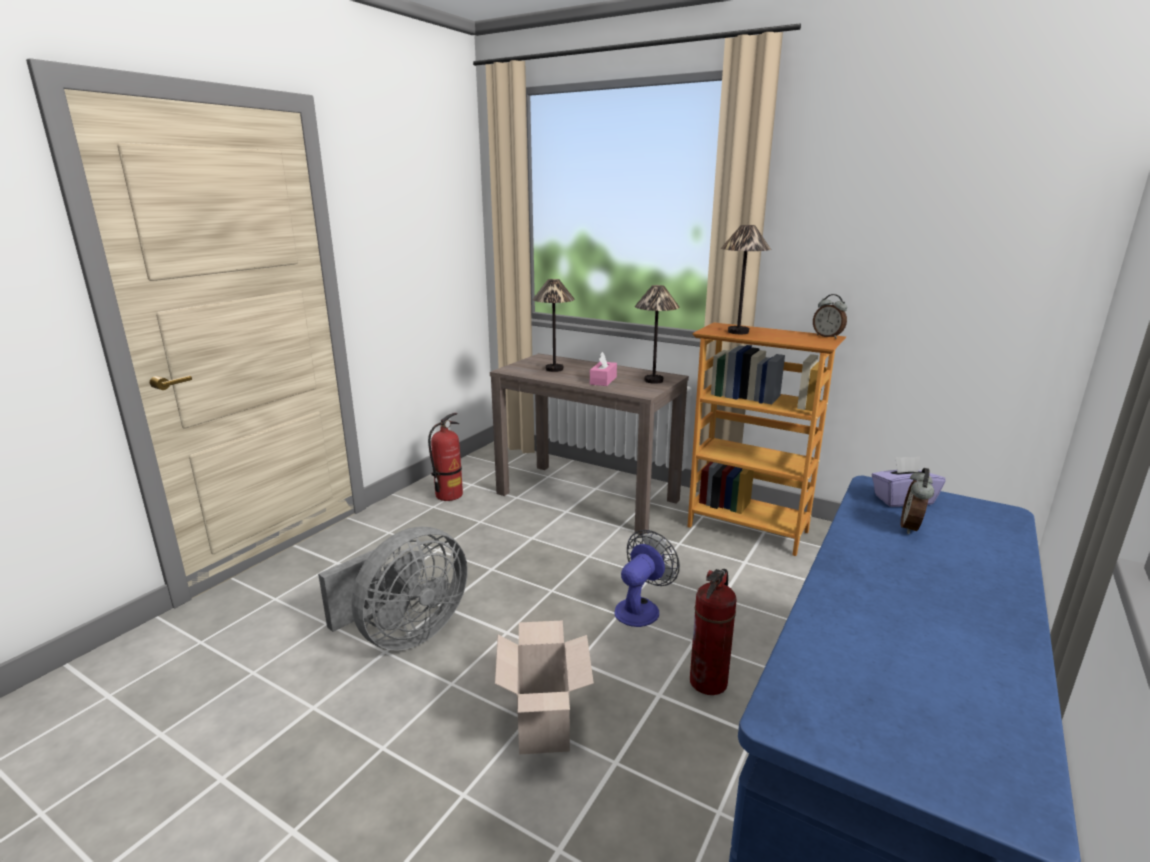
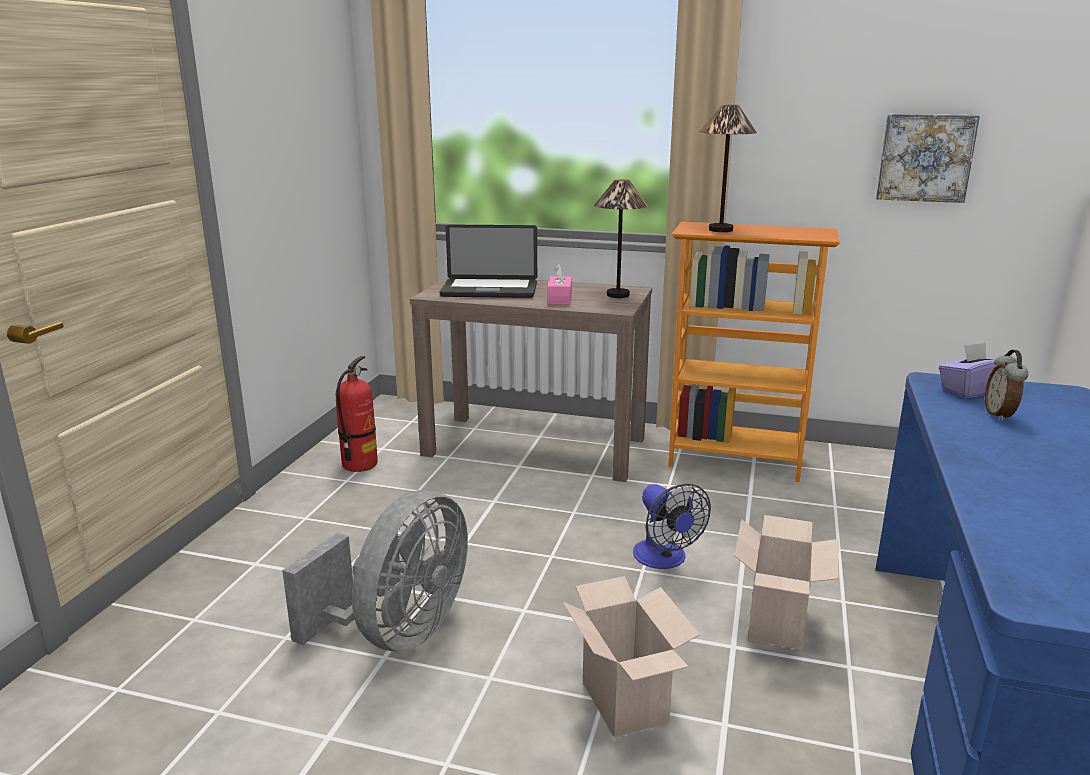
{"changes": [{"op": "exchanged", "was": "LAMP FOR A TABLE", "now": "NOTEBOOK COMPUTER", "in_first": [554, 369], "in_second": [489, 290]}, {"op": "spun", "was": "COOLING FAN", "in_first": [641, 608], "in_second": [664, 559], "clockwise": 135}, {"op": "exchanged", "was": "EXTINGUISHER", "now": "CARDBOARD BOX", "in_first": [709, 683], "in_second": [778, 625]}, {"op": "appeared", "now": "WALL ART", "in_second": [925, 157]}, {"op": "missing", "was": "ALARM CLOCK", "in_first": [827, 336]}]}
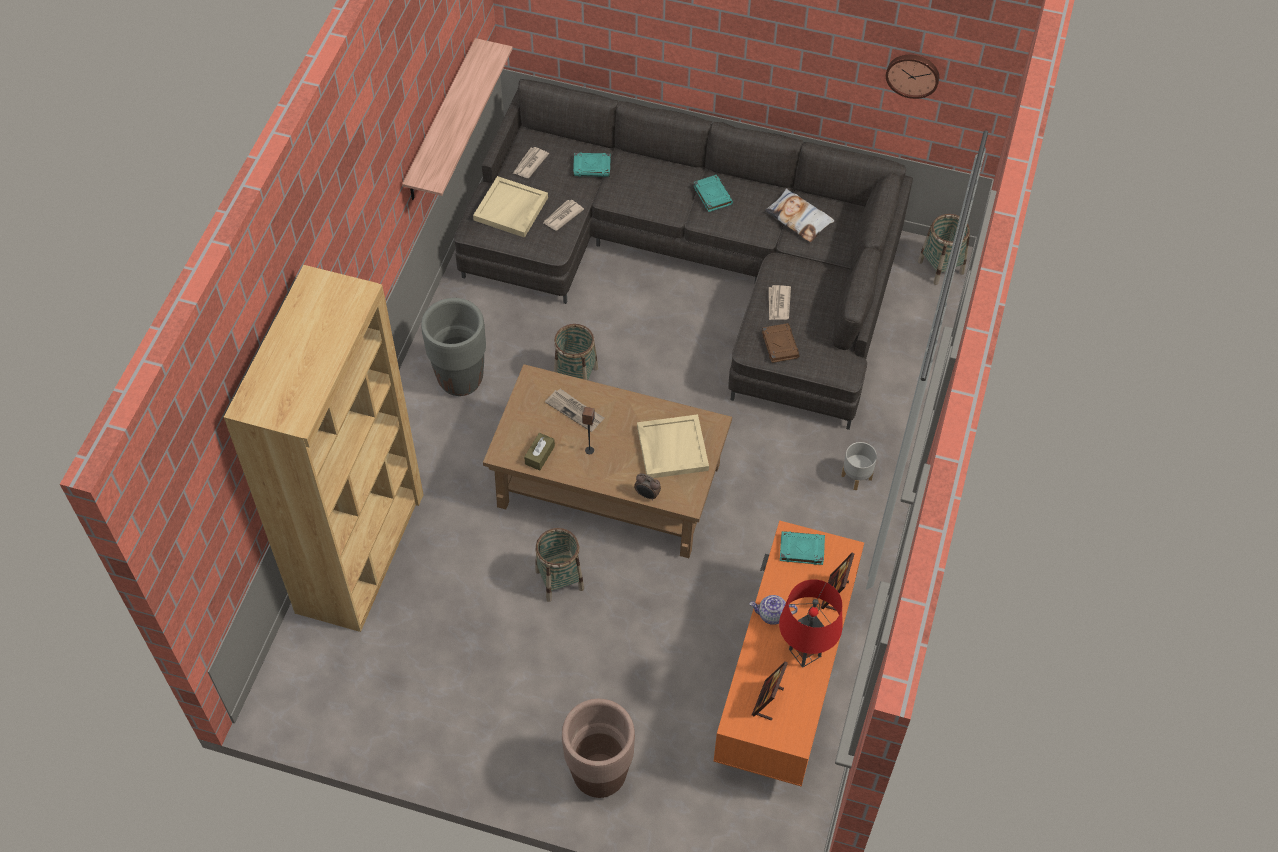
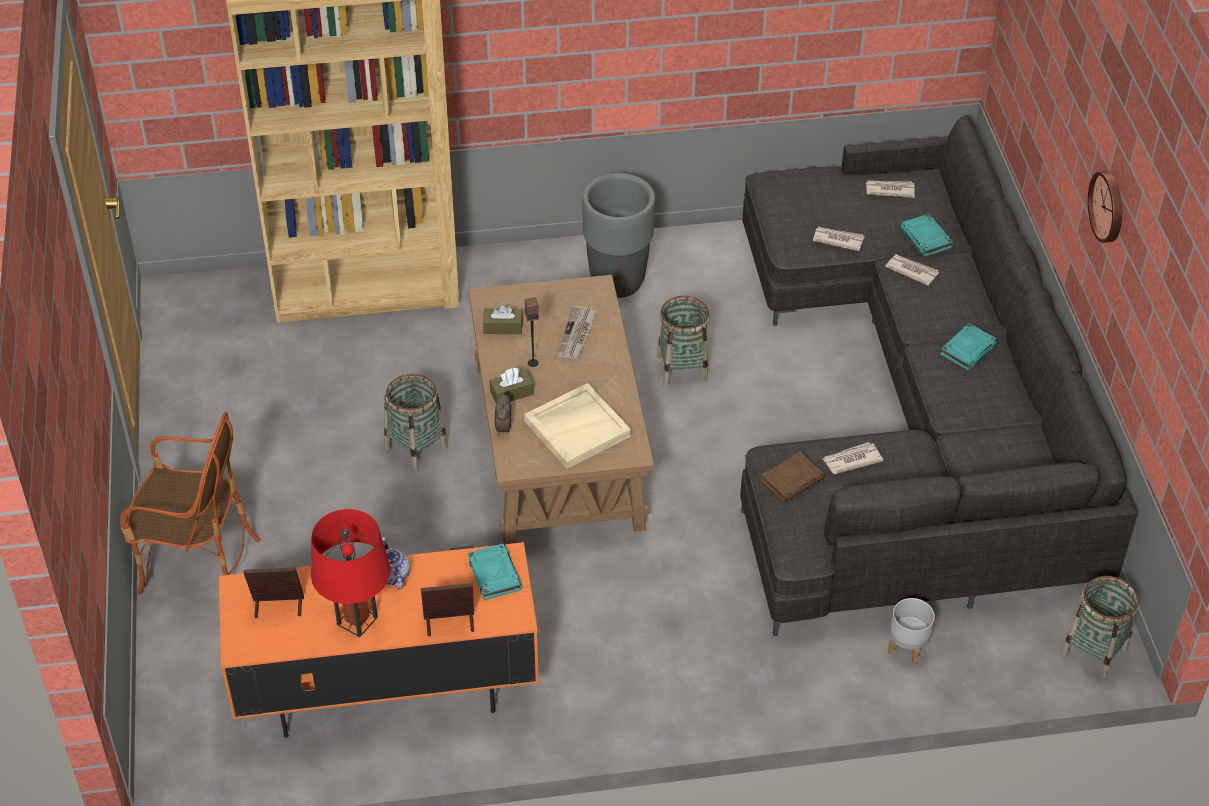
{"changes": [{"op": "exchanged", "was": "BROWN-COLOURED PLANT POT", "now": "ARMCHAIR", "in_first": [600, 775], "in_second": [198, 563]}, {"op": "appeared", "now": "BROWN-COLOURED TISSUE HOLDER", "in_second": [511, 393]}, {"op": "appeared", "now": "PRINTED PAPER", "in_second": [911, 270]}, {"op": "relocated", "was": "GREYISH PLANT POT", "in_first": [856, 477], "in_second": [906, 647]}, {"op": "relocated", "was": "HANGING CLOCK", "in_first": [913, 74], "in_second": [1109, 206]}, {"op": "missing", "was": "SHELF", "in_first": [441, 122]}, {"op": "missing", "was": "BEIGE CARRYING TRAY", "in_first": [511, 209]}, {"op": "missing", "was": "PILLOW", "in_first": [799, 218]}]}
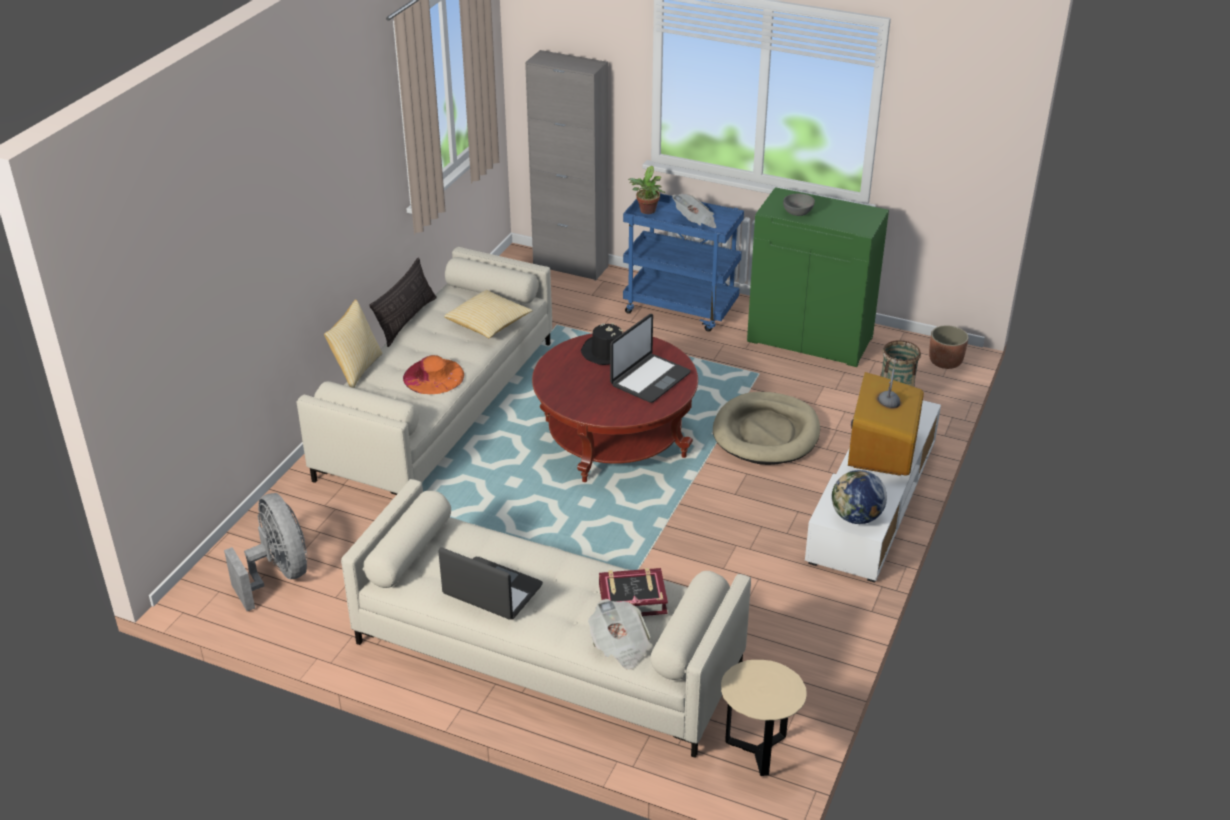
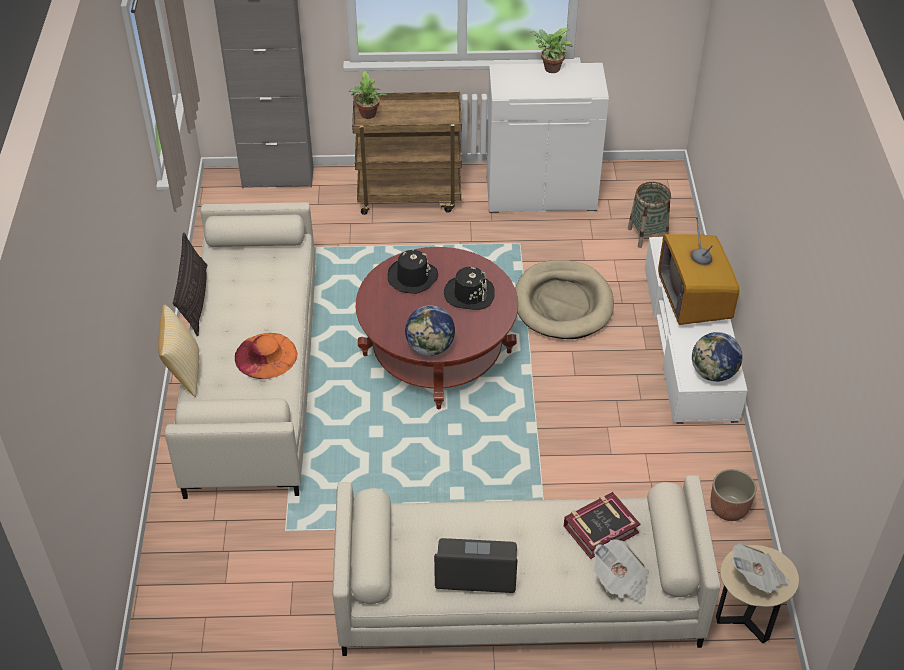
{"changes": [{"op": "colour", "was": "BLUE WHEELED CART", "now": "BROWN-COLOURED WHEELED CART", "in_first": [681, 309], "in_second": [410, 195]}, {"op": "appeared", "now": "GLOBE", "in_second": [430, 347]}, {"op": "exchanged", "was": "NOTEBOOK COMPUTER", "now": "BLACKISH HAT", "in_first": [649, 379], "in_second": [469, 294]}, {"op": "colour", "was": "GREENISH CABINET", "now": "WHITE CABINET", "in_first": [811, 339], "in_second": [541, 193]}, {"op": "appeared", "now": "POTTED PLANT", "in_second": [550, 69]}, {"op": "relocated", "was": "PLANT POT", "in_first": [945, 362], "in_second": [729, 508]}, {"op": "relocated", "was": "PRINTED PAPER", "in_first": [695, 222], "in_second": [757, 578]}, {"op": "missing", "was": "GREYISH COOLING FAN", "in_first": [278, 575]}, {"op": "missing", "was": "PILLOW", "in_first": [488, 324]}, {"op": "missing", "was": "GREYISH SERVING BOWL", "in_first": [798, 213]}]}
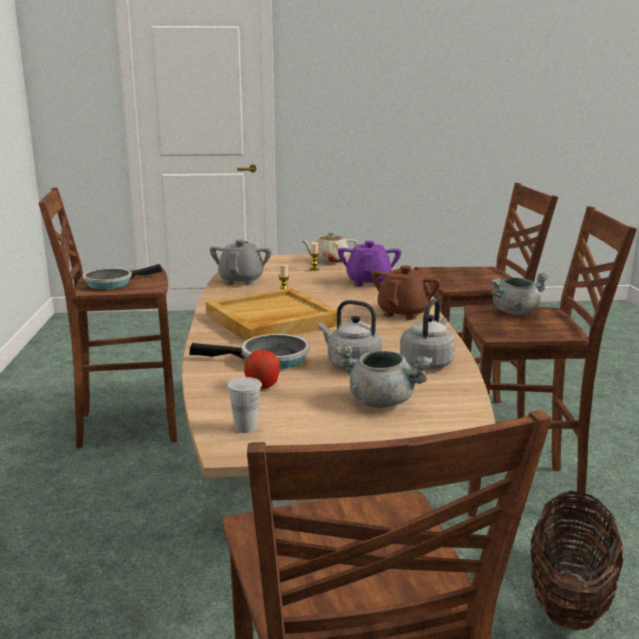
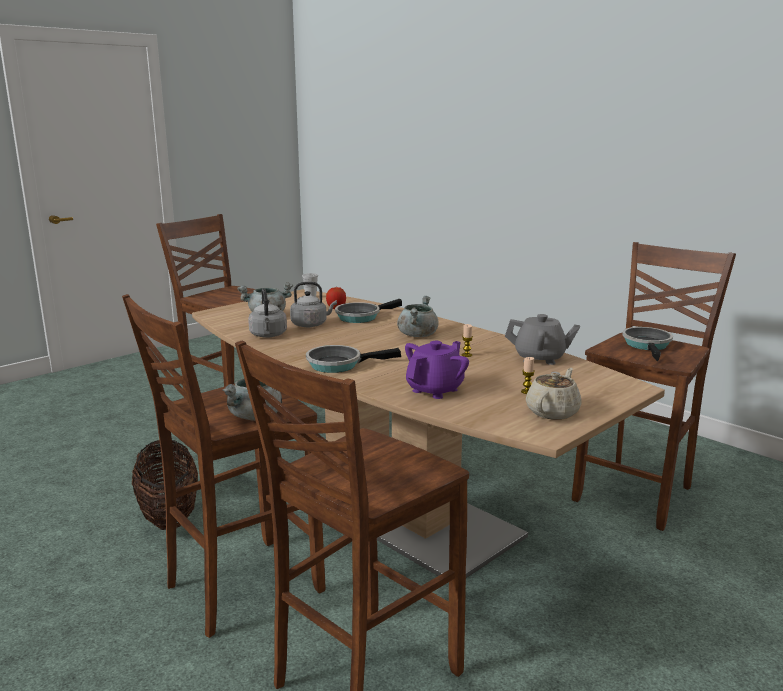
{"changes": [{"op": "exchanged", "was": "BROWN-COLOURED POT FOR TEA", "now": "PAN", "in_first": [404, 313], "in_second": [339, 364]}, {"op": "exchanged", "was": "BEIGE CARRYING TRAY", "now": "GREYISH SAUCEPOT", "in_first": [271, 320], "in_second": [417, 335]}, {"op": "spun", "was": "PURPLISH POT FOR TEA", "in_first": [368, 282], "in_second": [435, 390], "clockwise": -105}, {"op": "spun", "was": "GREYISH POT FOR TEA", "in_first": [241, 281], "in_second": [540, 358], "clockwise": -45}]}
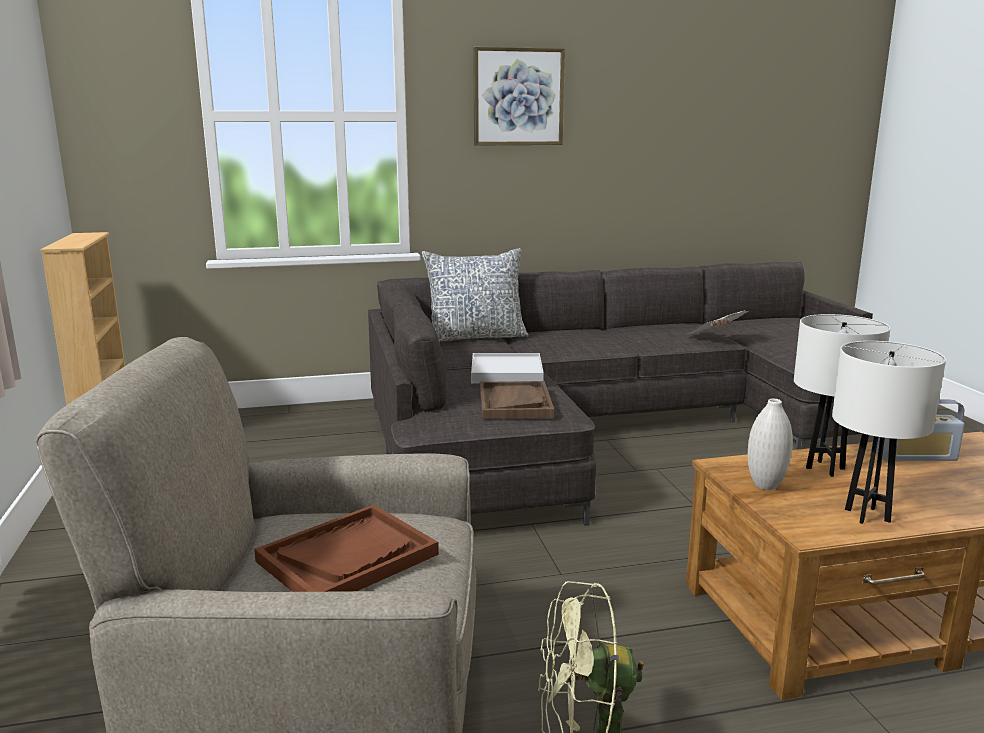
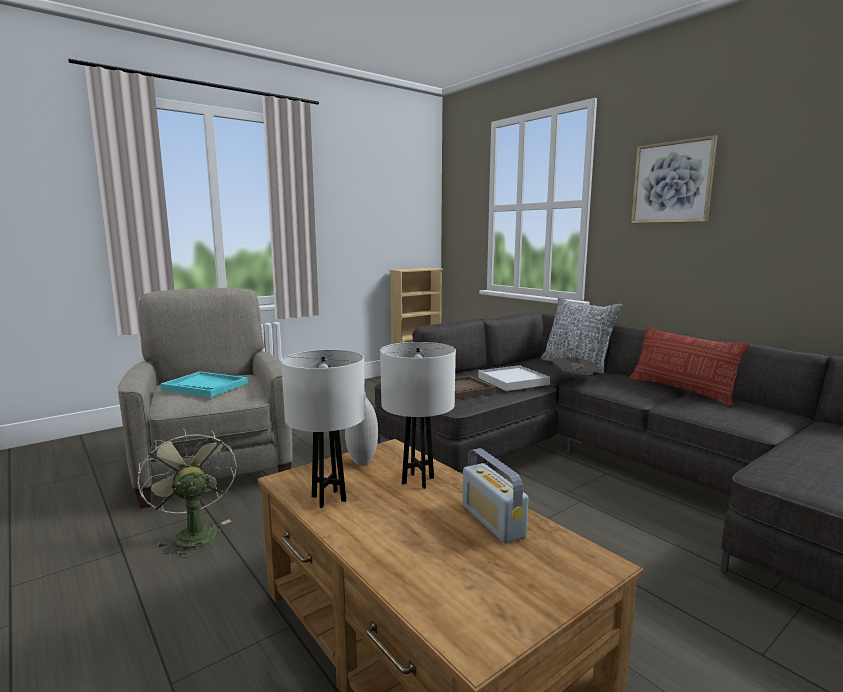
{"changes": [{"op": "colour", "was": "BROWN-COLOURED CARRYING TRAY", "now": "BLUE-GREEN CARRYING TRAY", "in_first": [348, 557], "in_second": [205, 386]}, {"op": "relocated", "was": "PRINTED PAPER", "in_first": [714, 338], "in_second": [576, 379]}, {"op": "appeared", "now": "PILLOW", "in_second": [681, 390]}]}
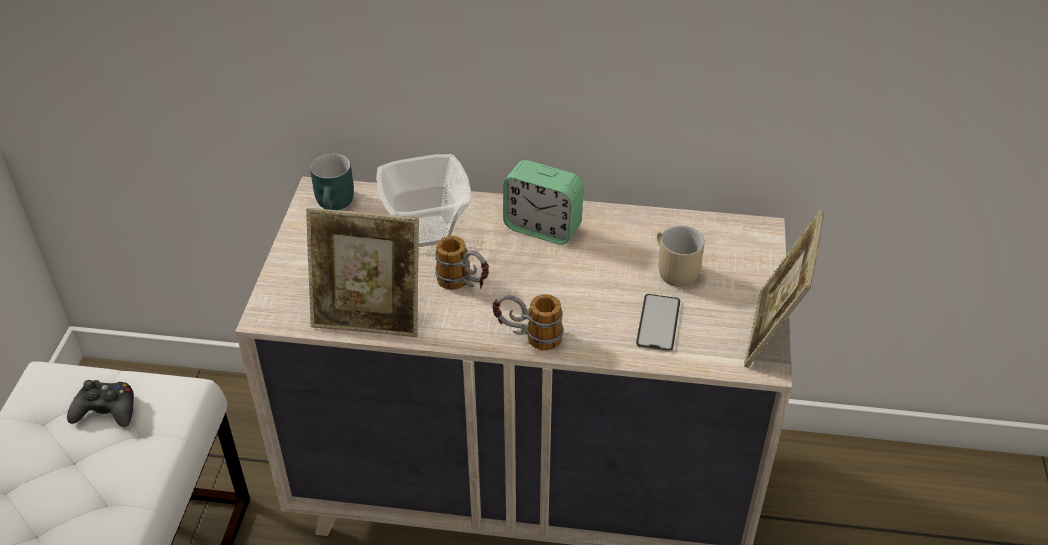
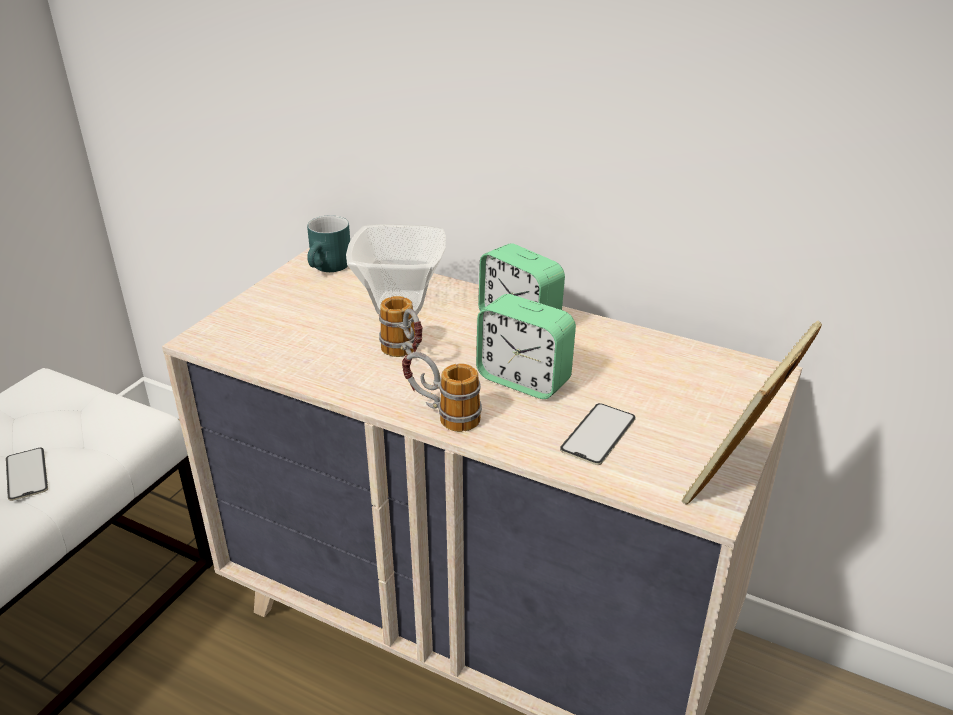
{"changes": [{"op": "appeared", "now": "TELEPHONE", "in_second": [26, 474]}, {"op": "appeared", "now": "ALARM CLOCK", "in_second": [523, 379]}, {"op": "missing", "was": "BLACKISH GAMEPAD", "in_first": [106, 410]}, {"op": "missing", "was": "PHOTO FRAME", "in_first": [369, 317]}, {"op": "missing", "was": "BEIGE COFFEE MUG", "in_first": [671, 271]}]}
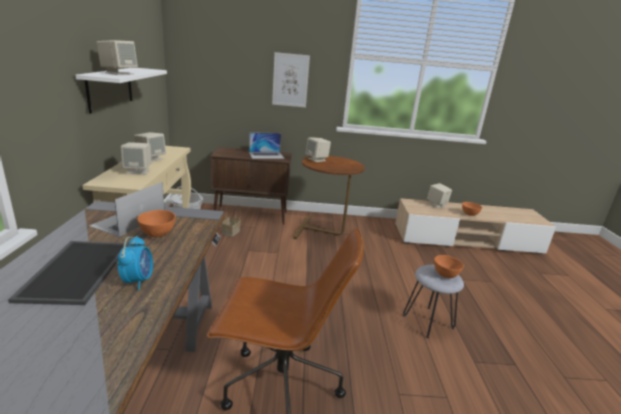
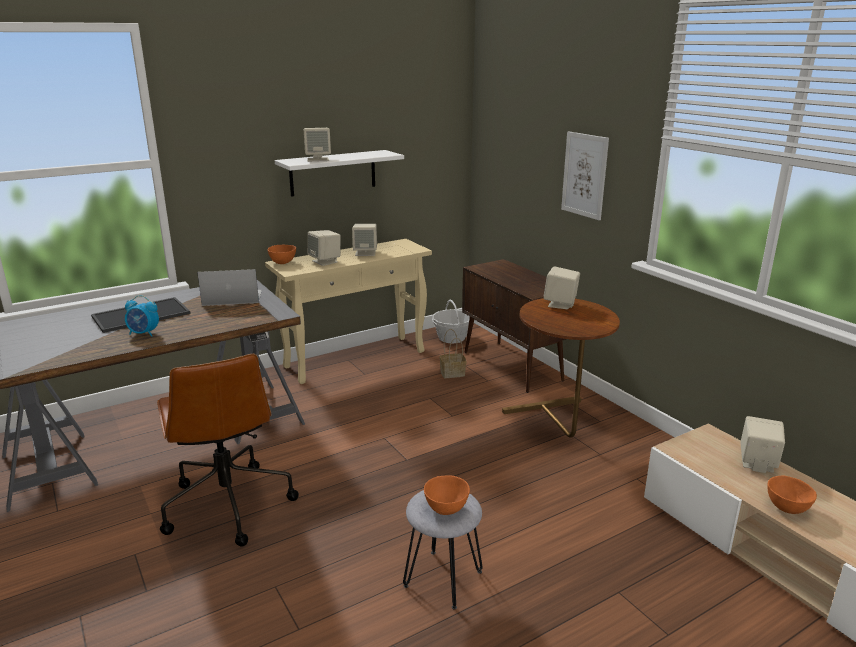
{"changes": [{"op": "spun", "was": "ALARM CLOCK", "in_first": [138, 280], "in_second": [144, 333], "clockwise": 45}, {"op": "relocated", "was": "ORANGE-COLOURED SERVING BOWL", "in_first": [158, 234], "in_second": [283, 262]}, {"op": "missing", "was": "NOTEBOOK COMPUTER", "in_first": [266, 155]}]}
